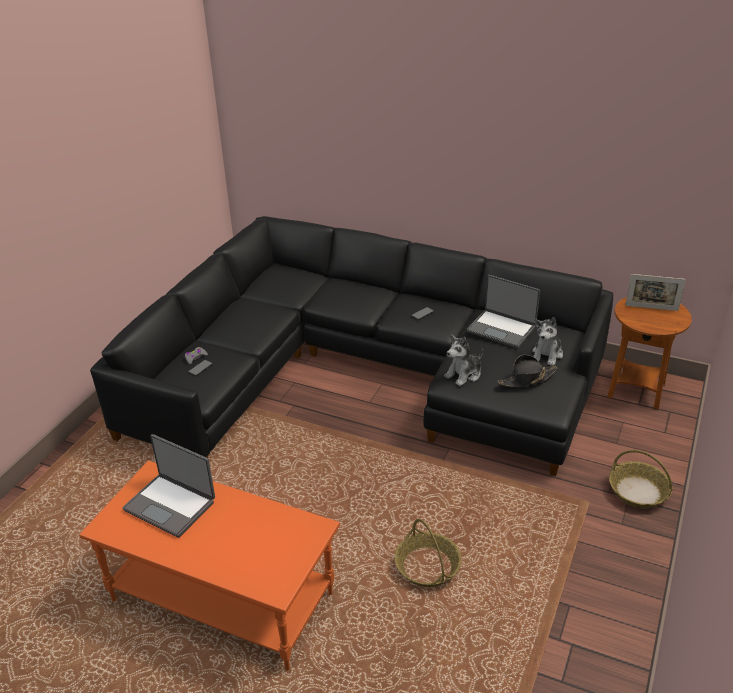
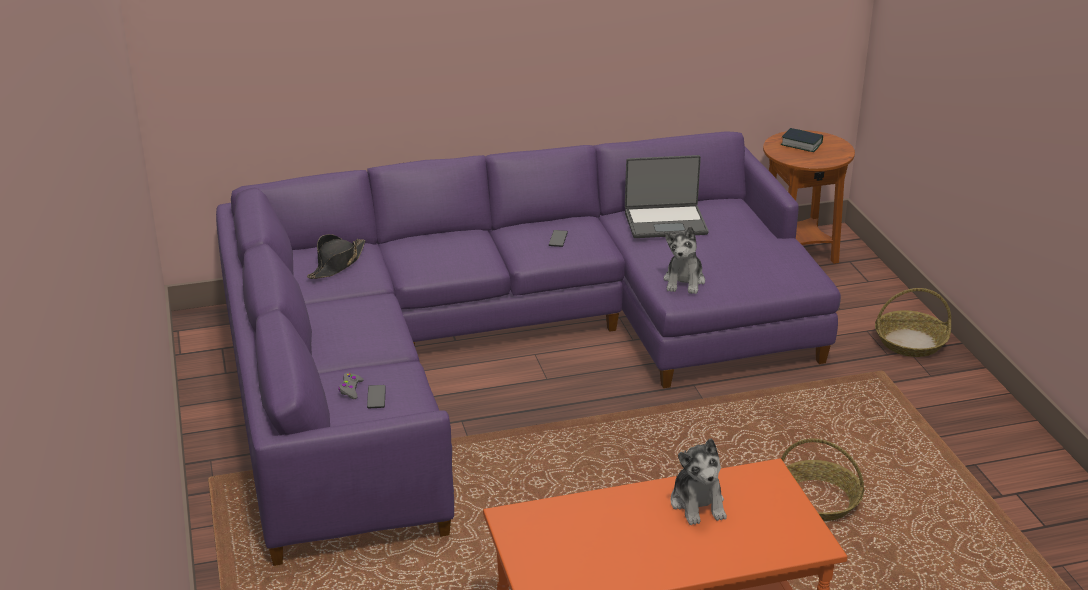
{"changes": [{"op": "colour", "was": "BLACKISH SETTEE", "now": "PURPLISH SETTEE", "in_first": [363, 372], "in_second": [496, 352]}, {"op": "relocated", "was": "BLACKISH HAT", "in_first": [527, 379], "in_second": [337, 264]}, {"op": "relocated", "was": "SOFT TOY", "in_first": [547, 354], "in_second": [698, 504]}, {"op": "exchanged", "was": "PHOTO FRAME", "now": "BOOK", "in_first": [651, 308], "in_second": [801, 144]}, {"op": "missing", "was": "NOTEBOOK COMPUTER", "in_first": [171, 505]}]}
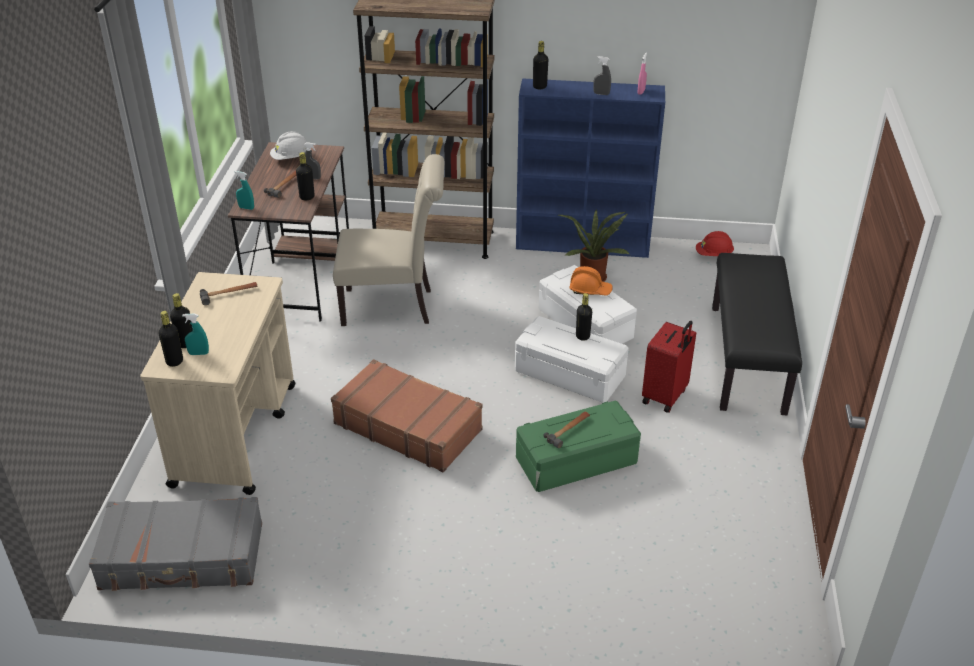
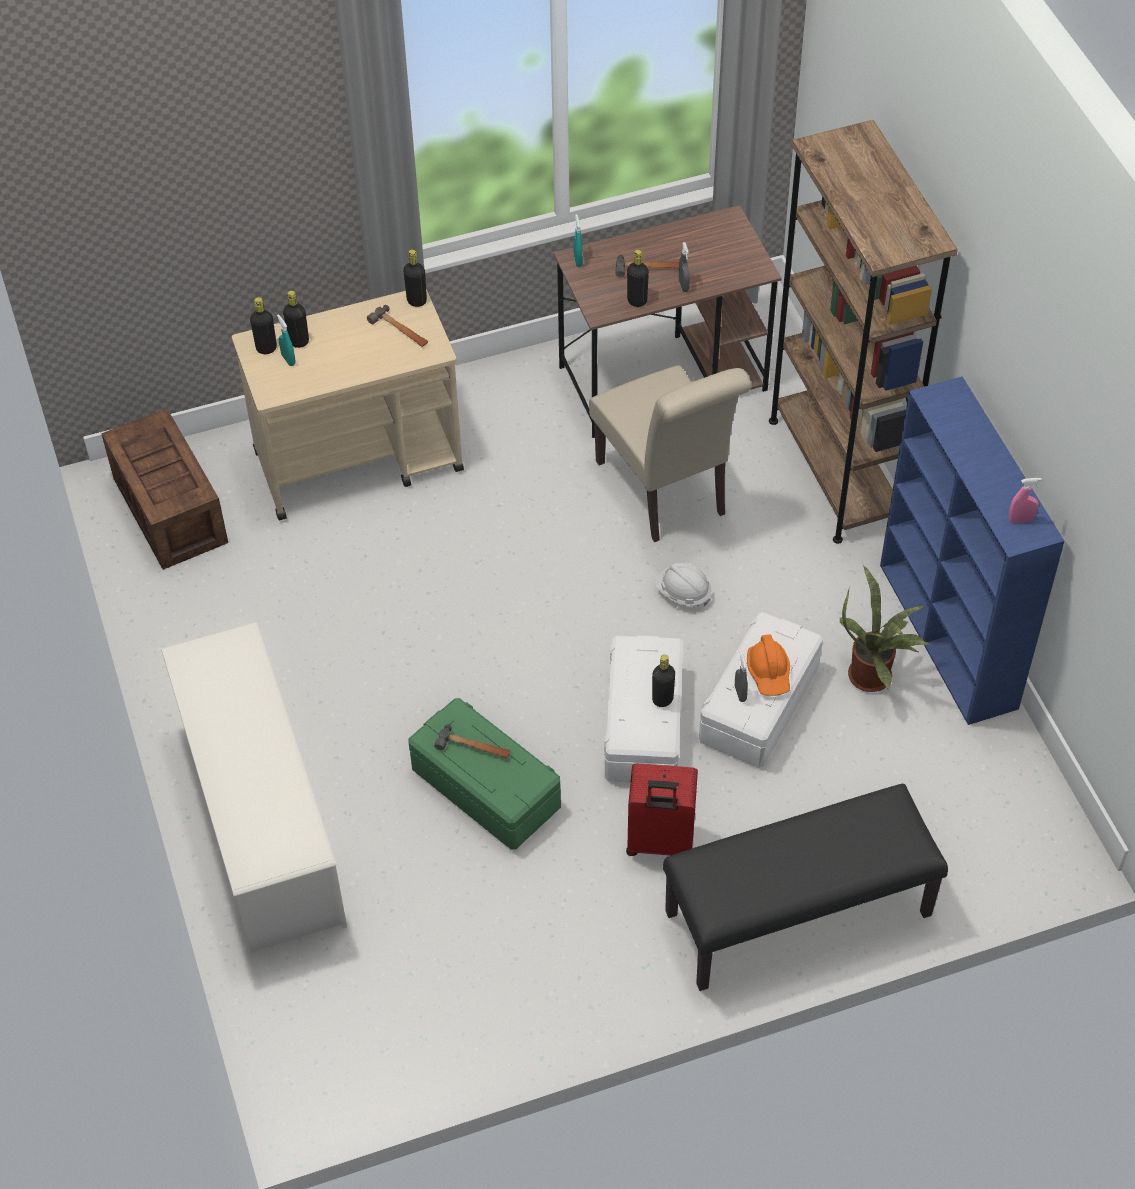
{"changes": [{"op": "exchanged", "was": "GREYISH SUITCASE", "now": "PACKING CRATE", "in_first": [182, 557], "in_second": [171, 511]}, {"op": "appeared", "now": "WHITE SHOE STAND", "in_second": [262, 823]}, {"op": "relocated", "was": "BLACKISH BEVERAGE BOTTLE", "in_first": [539, 87], "in_second": [416, 301]}, {"op": "relocated", "was": "WHITE SAFETY HELMET", "in_first": [291, 158], "in_second": [682, 593]}, {"op": "relocated", "was": "GREYISH SPRAYER", "in_first": [601, 94], "in_second": [740, 693]}, {"op": "missing", "was": "BROWN-COLOURED SUITCASE", "in_first": [408, 426]}, {"op": "missing", "was": "RED SAFETY HELMET", "in_first": [713, 255]}]}
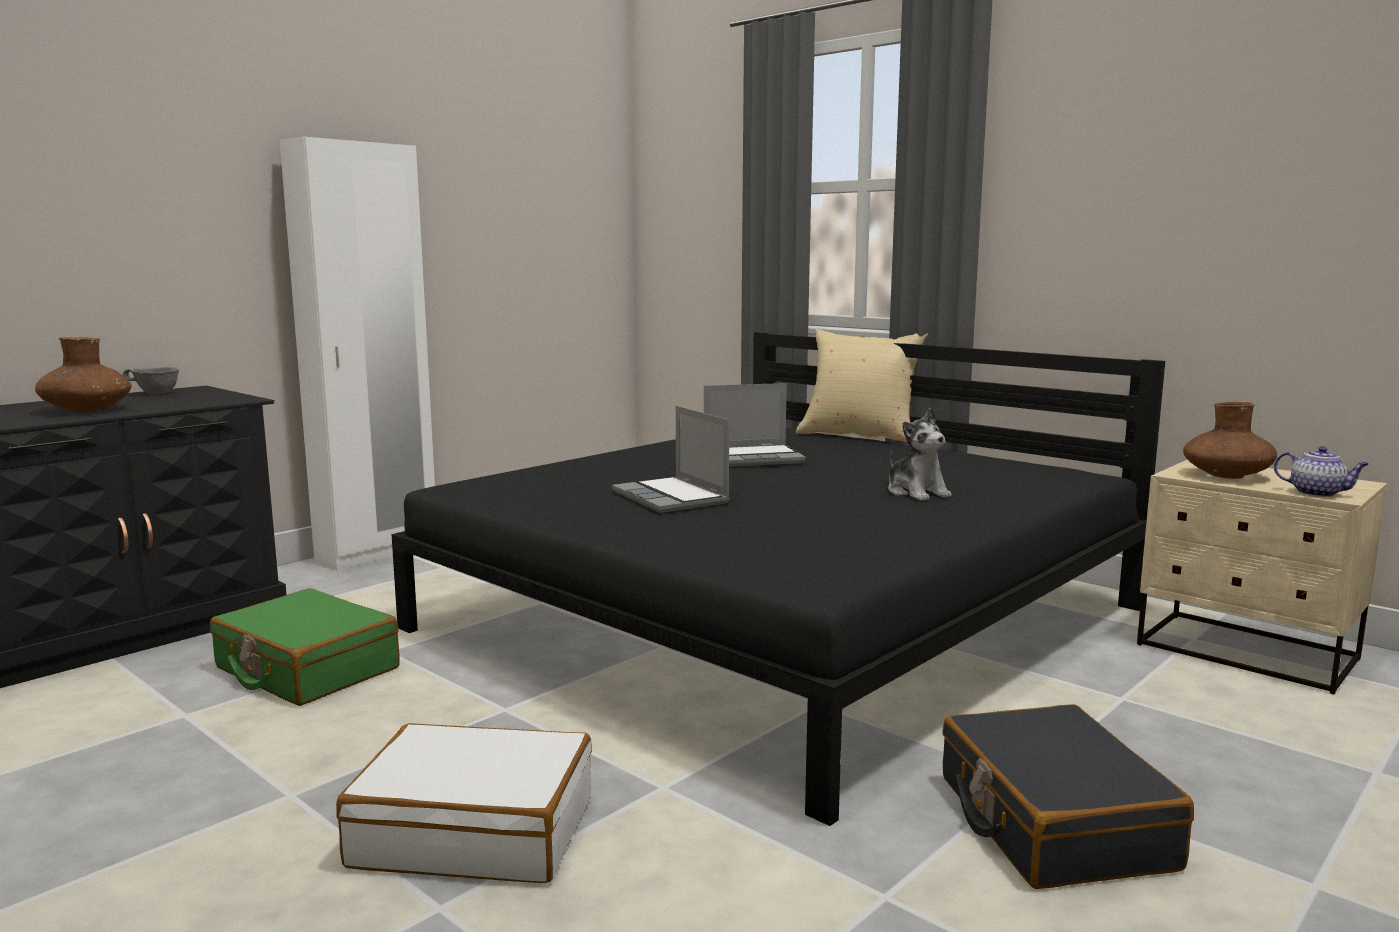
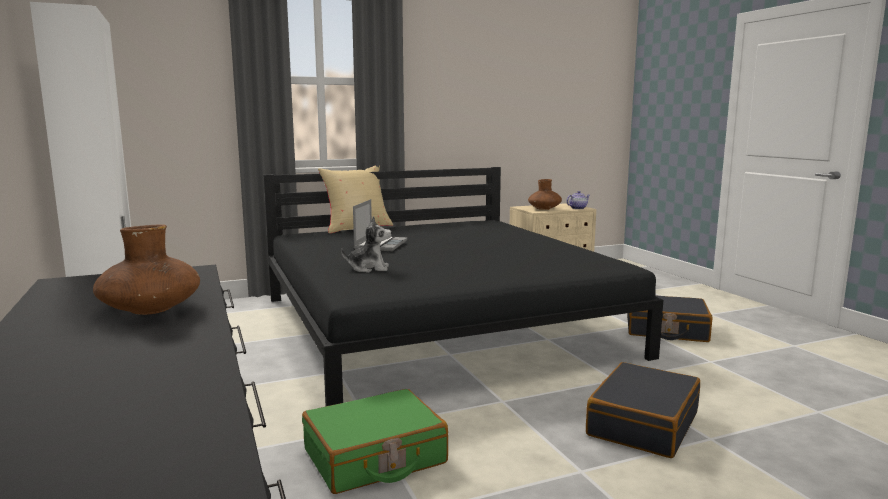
{"changes": [{"op": "relocated", "was": "SOFT TOY", "in_first": [916, 492], "in_second": [369, 268]}, {"op": "colour", "was": "WHITE SUITCASE", "now": "BLACKISH SUITCASE", "in_first": [475, 831], "in_second": [642, 424]}, {"op": "missing", "was": "GREYISH SERVING BOWL", "in_first": [156, 394]}, {"op": "missing", "was": "NOTEBOOK COMPUTER", "in_first": [672, 498]}]}
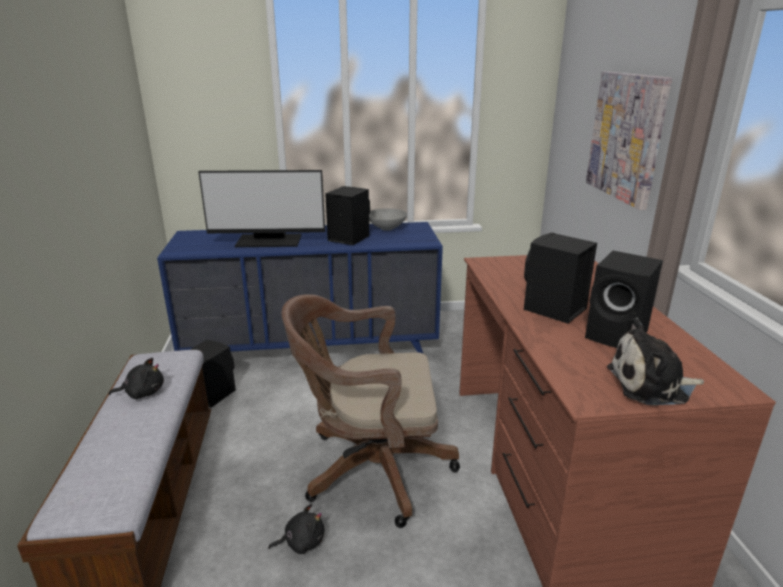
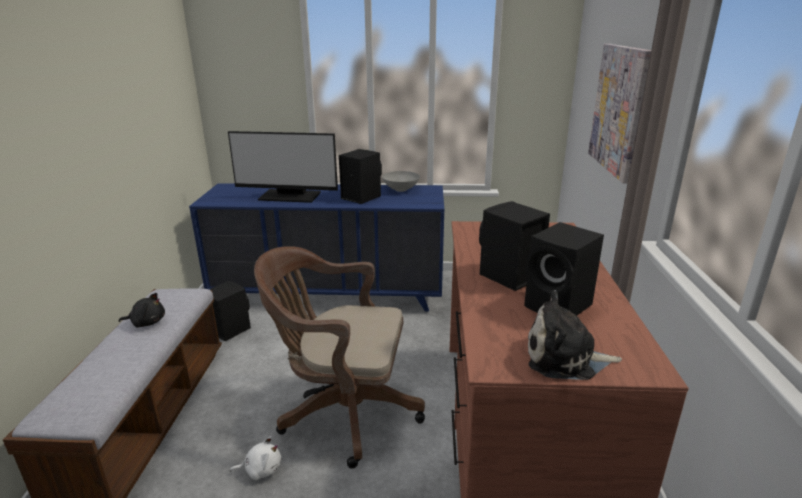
{"changes": [{"op": "colour", "was": "BLACKISH SOFT TOY", "now": "WHITE SOFT TOY", "in_first": [302, 542], "in_second": [261, 469]}]}
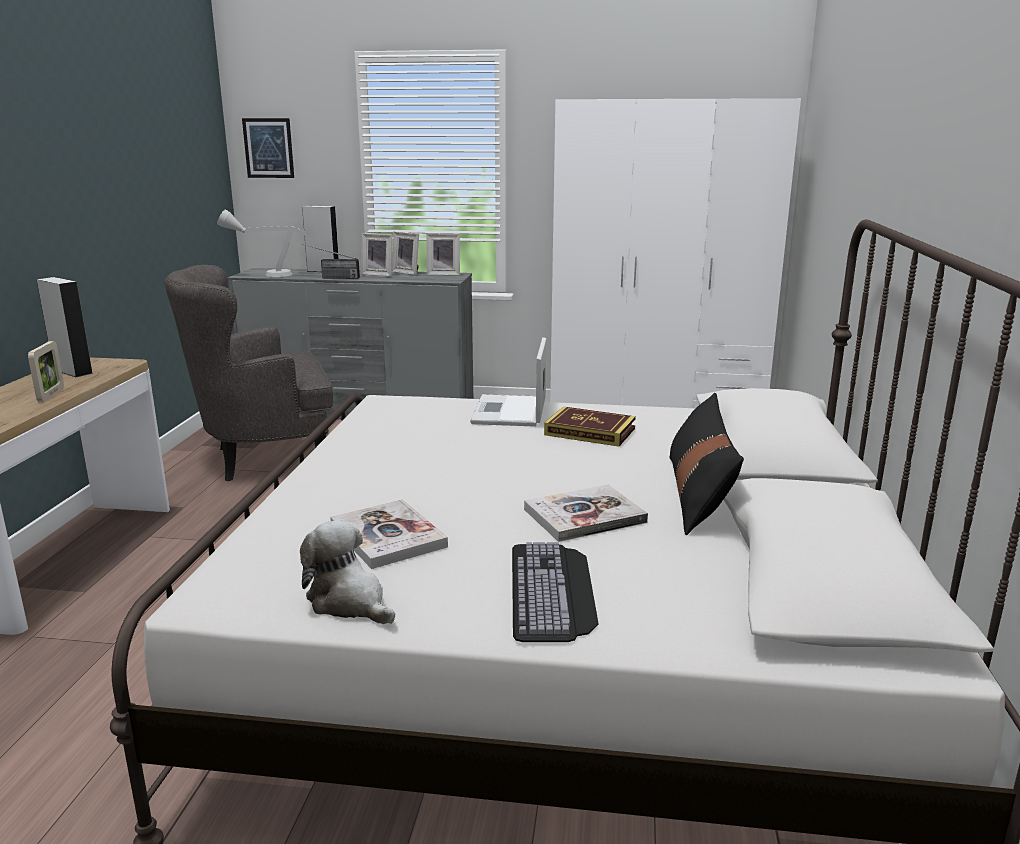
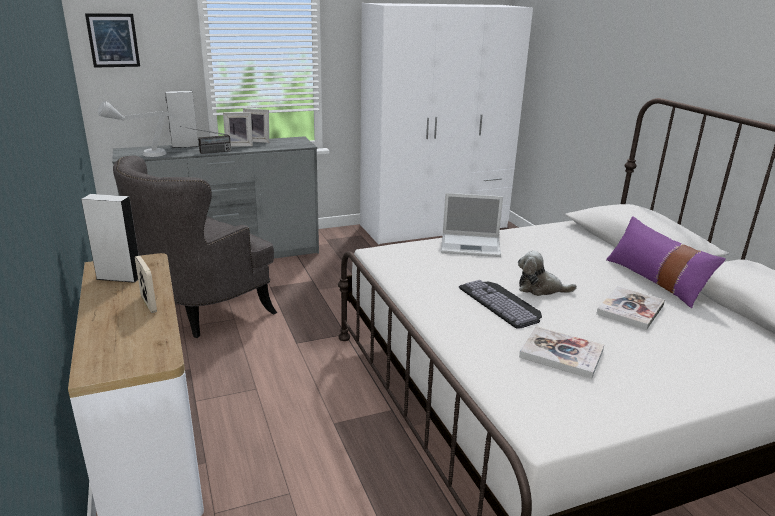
{"changes": [{"op": "spun", "was": "NOTEBOOK COMPUTER", "in_first": [509, 412], "in_second": [471, 245], "clockwise": -60}, {"op": "relocated", "was": "KEYBOARD", "in_first": [553, 591], "in_second": [502, 303]}, {"op": "relocated", "was": "SOFT TOY", "in_first": [349, 602], "in_second": [540, 288]}, {"op": "colour", "was": "BLACKISH PILLOW", "now": "PURPLISH PILLOW", "in_first": [698, 494], "in_second": [655, 280]}, {"op": "missing", "was": "PHOTO FRAME", "in_first": [444, 274]}, {"op": "missing", "was": "BOOK", "in_first": [590, 431]}]}
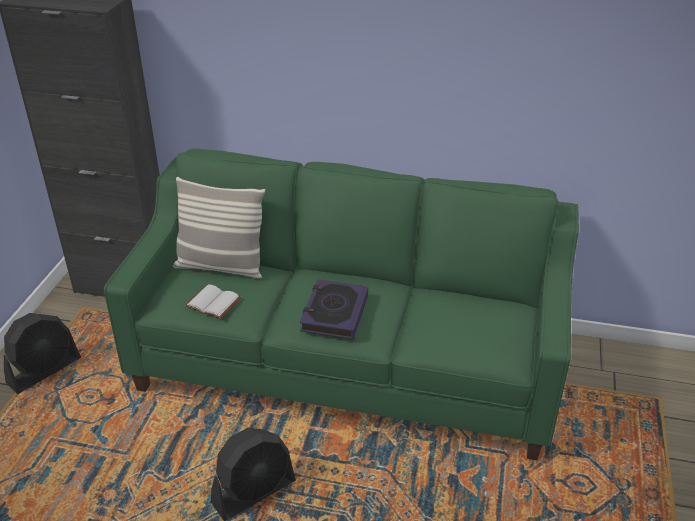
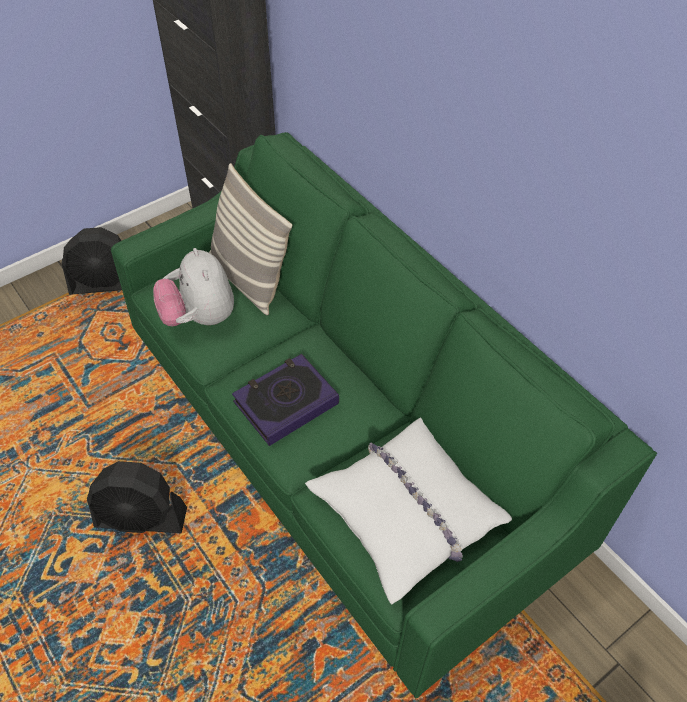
{"changes": [{"op": "exchanged", "was": "WHITE BOOK", "now": "SOFT TOY", "in_first": [214, 302], "in_second": [199, 317]}, {"op": "appeared", "now": "WHITE PILLOW", "in_second": [407, 512]}]}
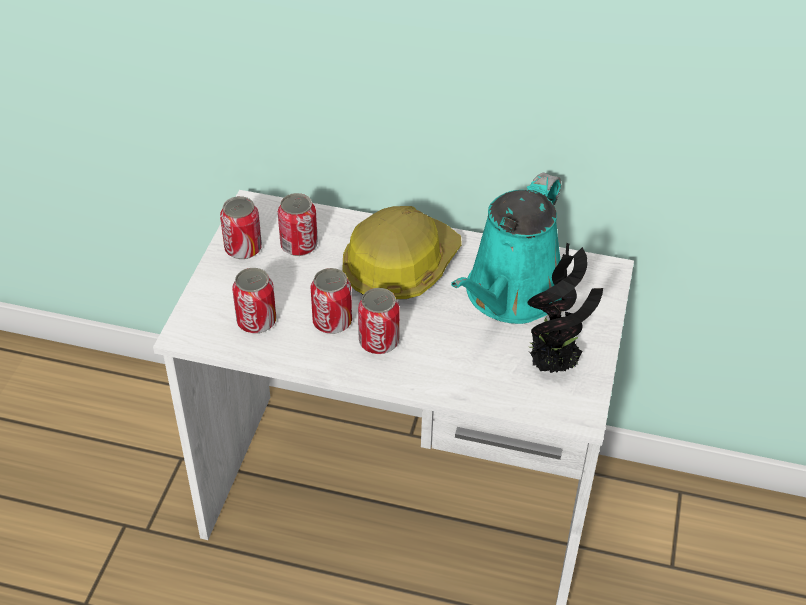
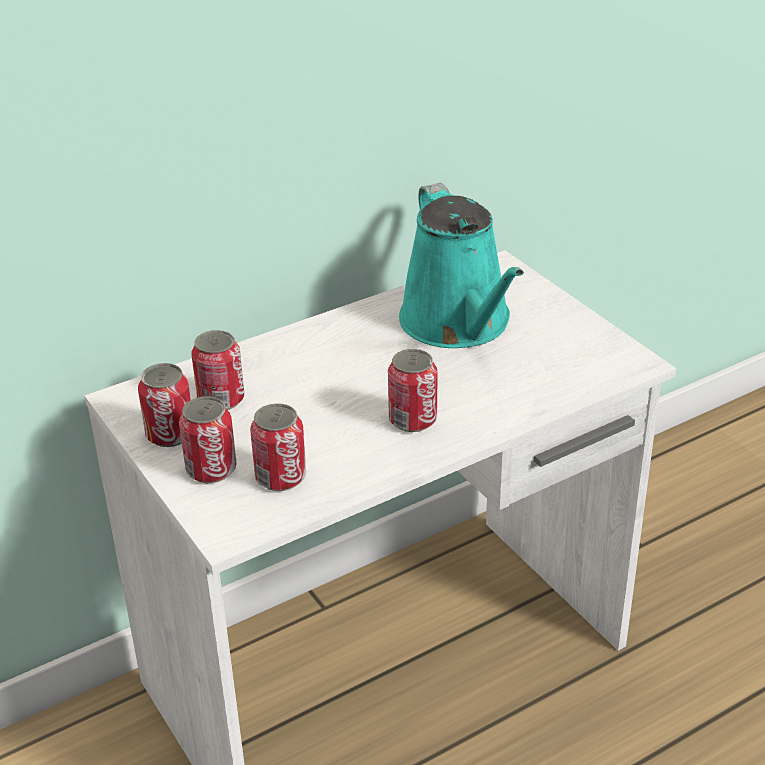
{"changes": [{"op": "relocated", "was": "METAL CAN", "in_first": [332, 322], "in_second": [211, 470]}, {"op": "missing", "was": "SAFETY HELMET", "in_first": [400, 267]}, {"op": "missing", "was": "POTTED PLANT", "in_first": [554, 365]}]}
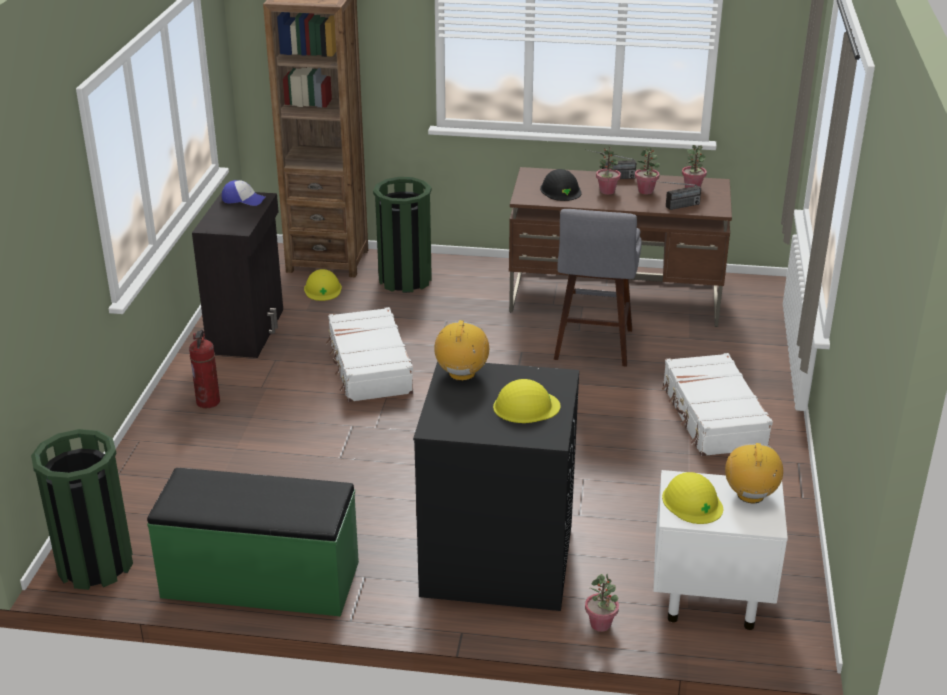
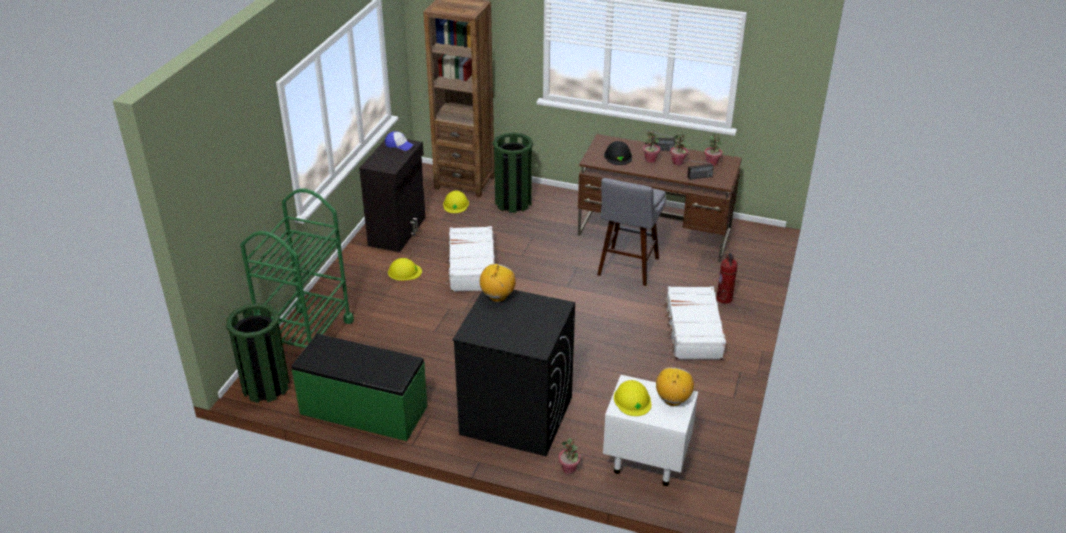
{"changes": [{"op": "appeared", "now": "GREENISH WHEELED CART", "in_second": [307, 338]}, {"op": "relocated", "was": "YELLOW SAFETY HELMET", "in_first": [526, 406], "in_second": [404, 272]}, {"op": "relocated", "was": "EXTINGUISHER", "in_first": [208, 402], "in_second": [724, 299]}]}
